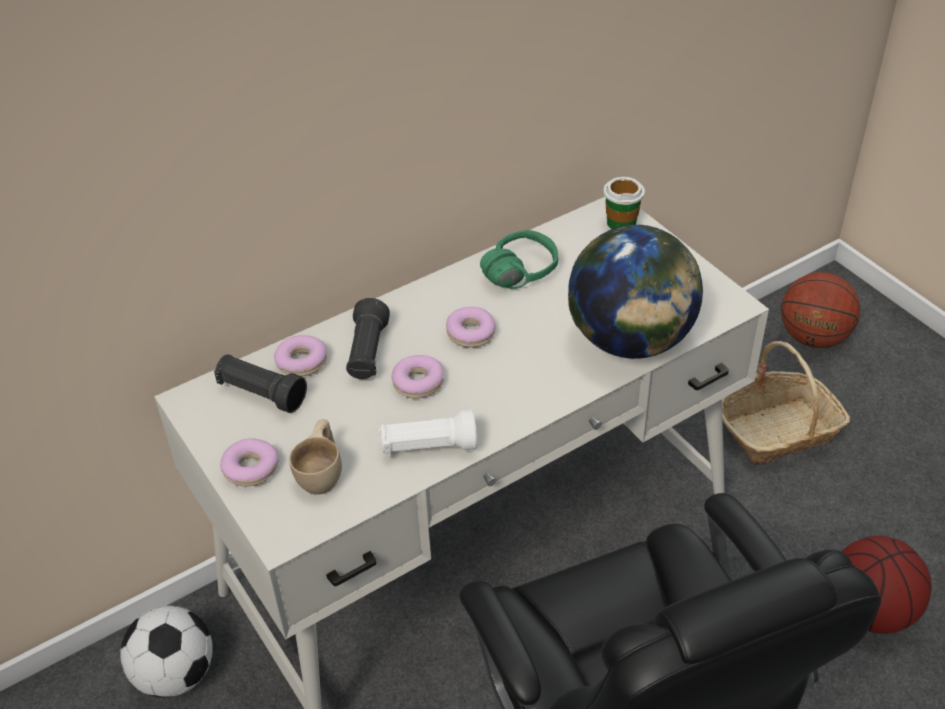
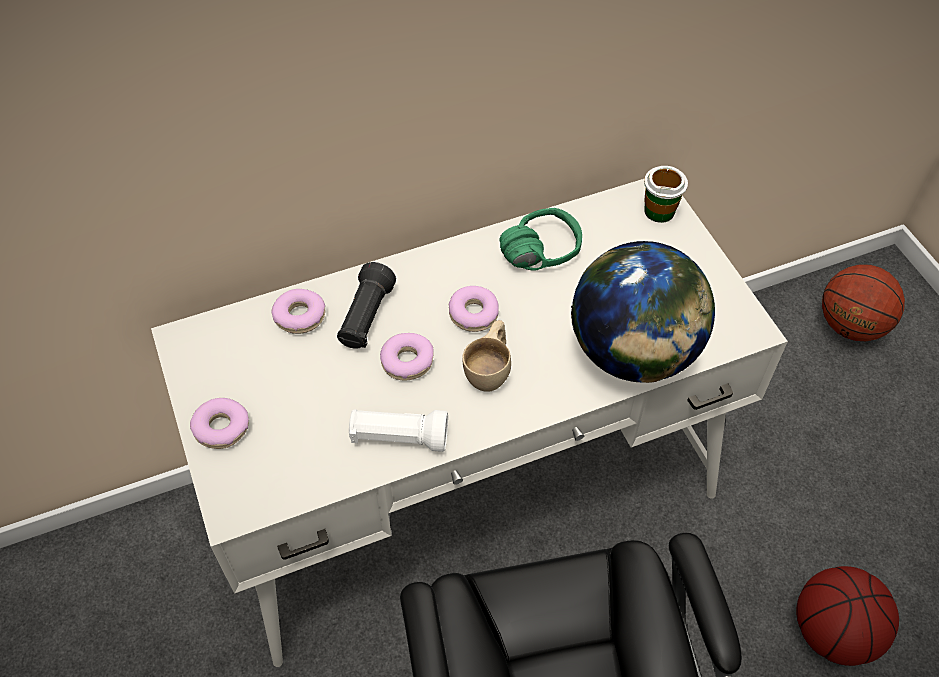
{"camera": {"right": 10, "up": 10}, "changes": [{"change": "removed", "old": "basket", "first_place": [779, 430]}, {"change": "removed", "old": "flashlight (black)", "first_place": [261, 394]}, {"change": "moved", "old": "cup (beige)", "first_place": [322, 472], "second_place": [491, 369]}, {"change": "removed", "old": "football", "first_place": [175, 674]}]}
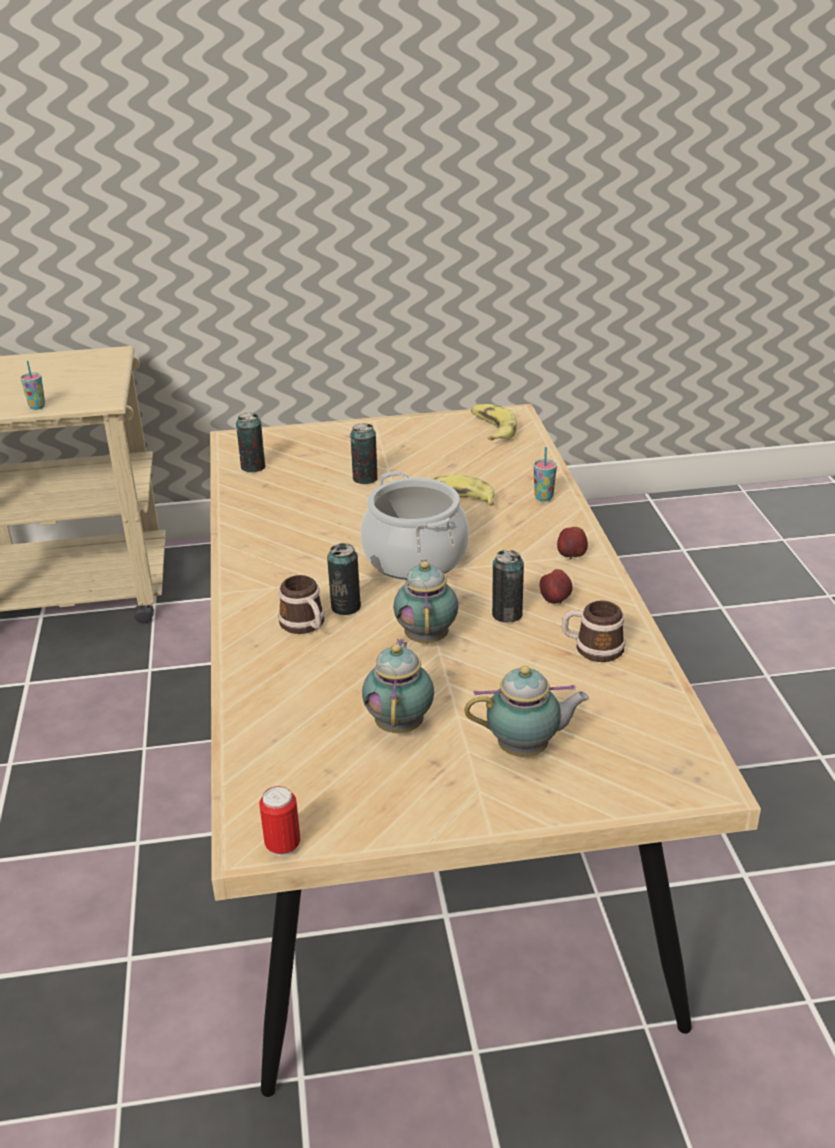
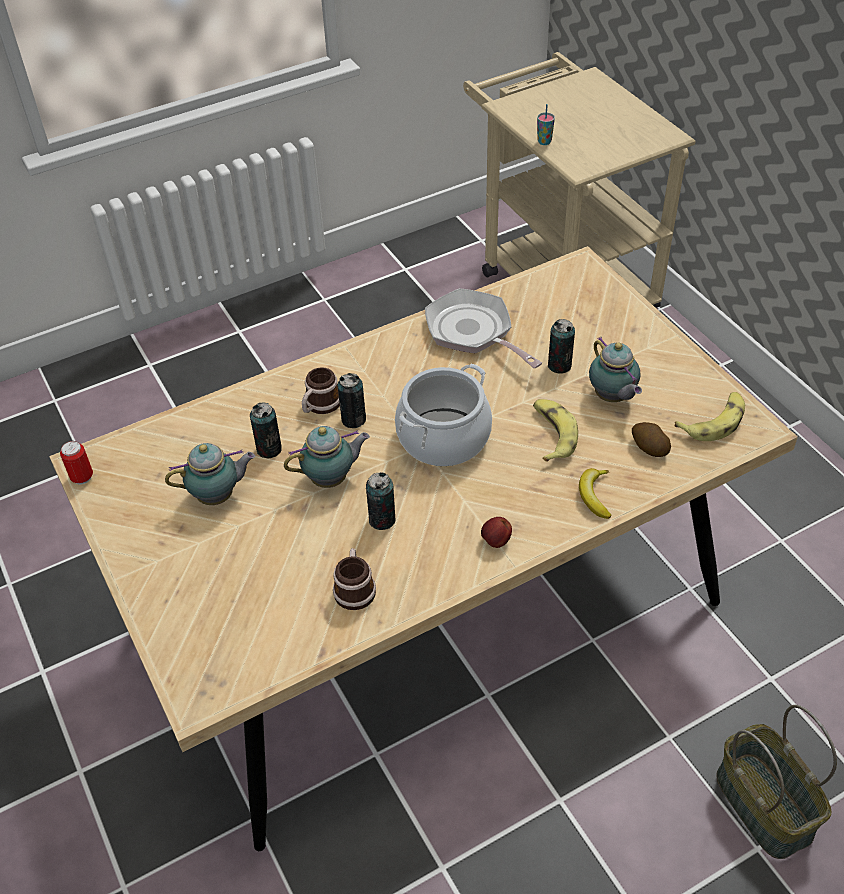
{"camera": {"right": 70, "up": 15}, "changes": [{"change": "moved", "old": "can", "first_place": [253, 467], "second_place": [269, 449]}, {"change": "replaced", "old": "cup", "new": "banana", "first_place": [543, 497], "second_place": [594, 496]}, {"change": "removed", "old": "apple", "first_place": [555, 601]}, {"change": "moved", "old": "teapot", "first_place": [526, 749], "second_place": [612, 397]}, {"change": "added", "new": "frying pan", "second_place": [473, 332]}, {"change": "added", "new": "potato", "second_place": [649, 448]}, {"change": "added", "new": "basket", "second_place": [765, 806]}]}
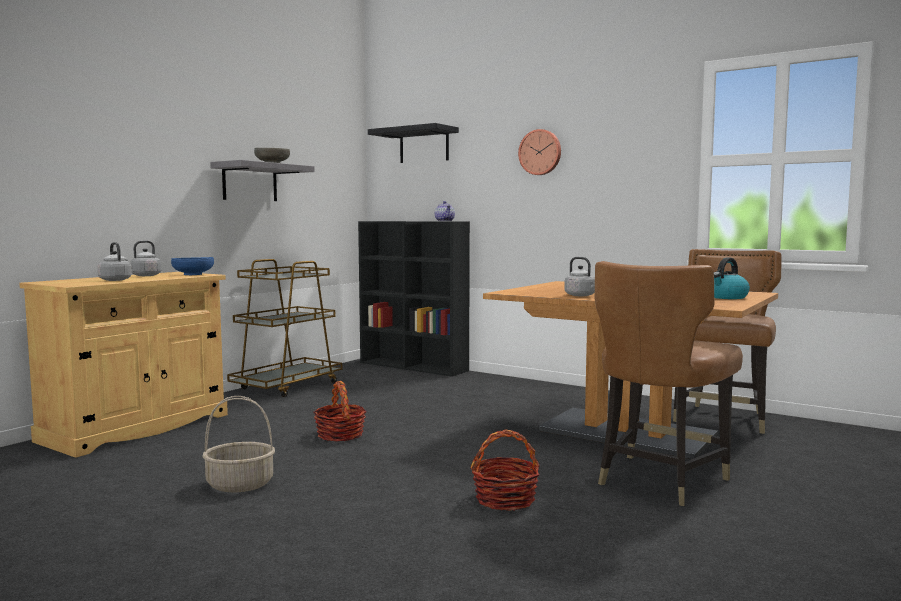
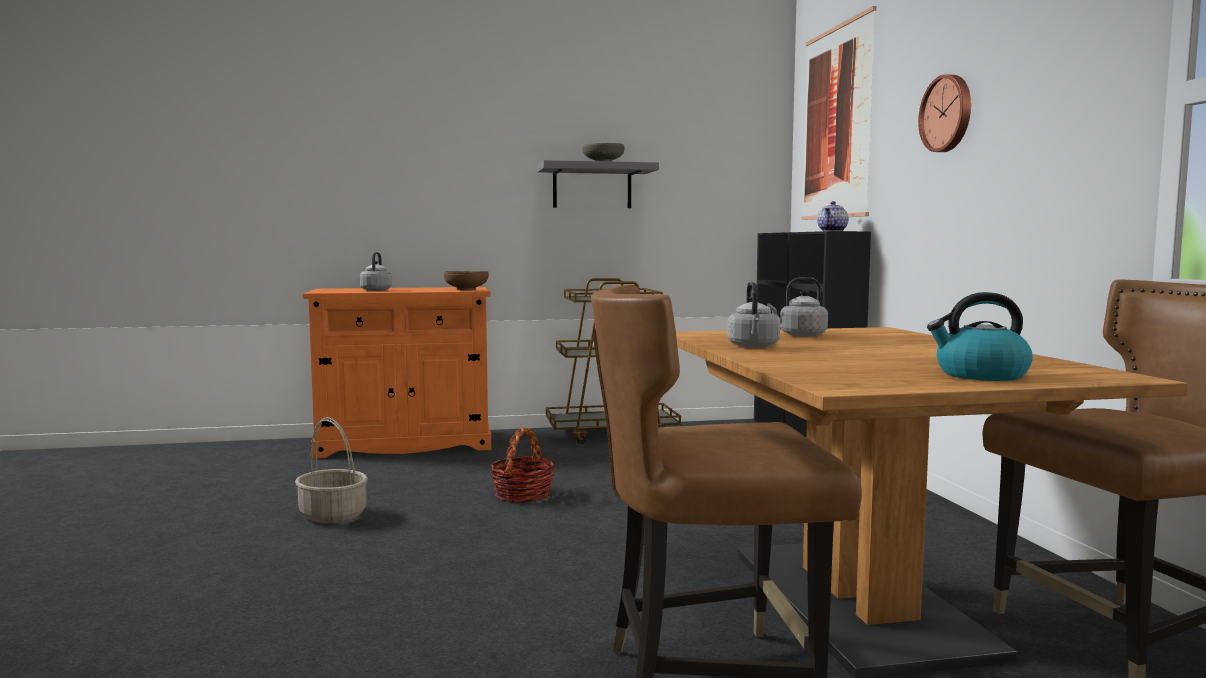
{"camera": {"right": 45, "up": 0}, "changes": [{"change": "replaced", "old": "shelf (black)", "new": "picture", "first_place": [424, 146], "second_place": [836, 122]}, {"change": "moved", "old": "kettle (grey)", "first_place": [144, 276], "second_place": [800, 335]}, {"change": "recoloured", "old": "bowl (blue)", "new": "bowl (brown)", "first_place": [193, 274], "second_place": [466, 289]}, {"change": "recoloured", "old": "cabinet (beige)", "new": "cabinet (orange)", "first_place": [136, 428], "second_place": [404, 444]}, {"change": "removed", "old": "basket", "first_place": [505, 499]}]}
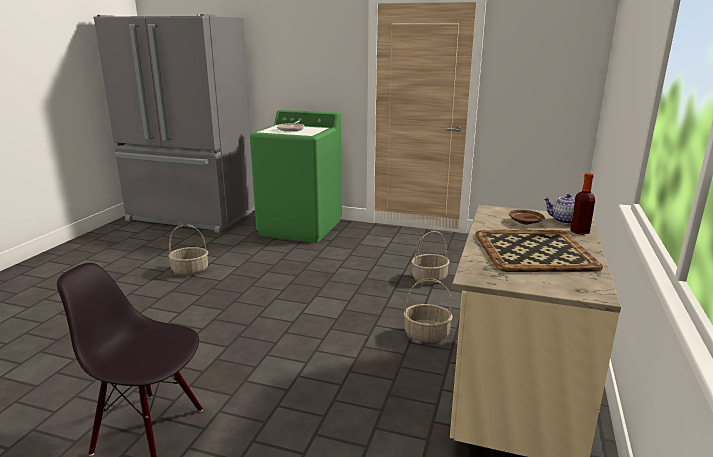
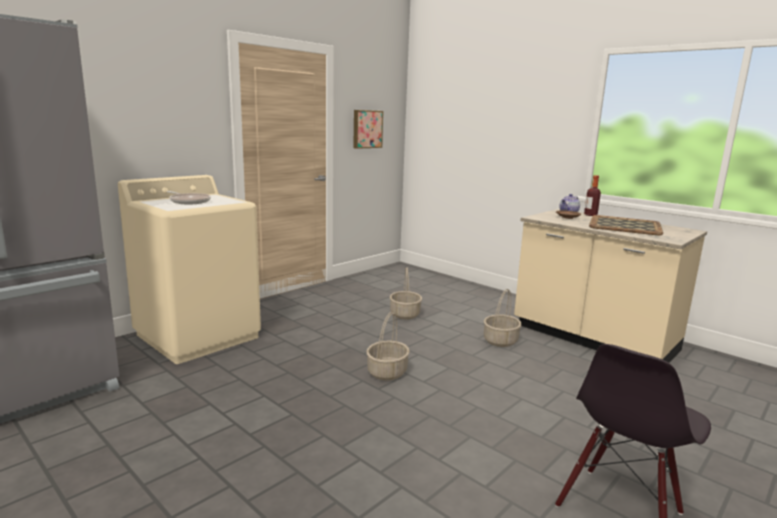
{"camera": {"right": -65, "up": -5}, "changes": [{"change": "recoloured", "old": "washing machine (green)", "new": "washing machine (beige)", "first_place": [301, 228], "second_place": [198, 336]}, {"change": "moved", "old": "basket", "first_place": [190, 270], "second_place": [387, 372]}, {"change": "added", "new": "picture", "second_place": [366, 129]}]}
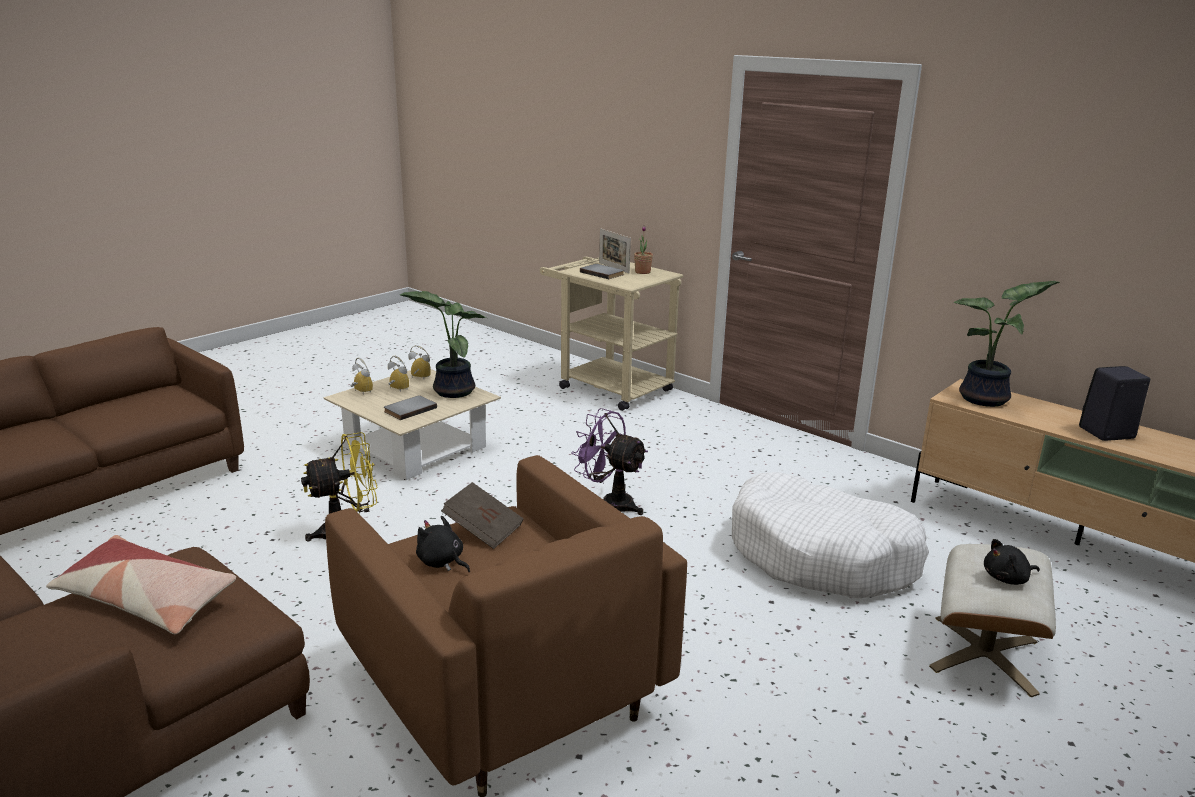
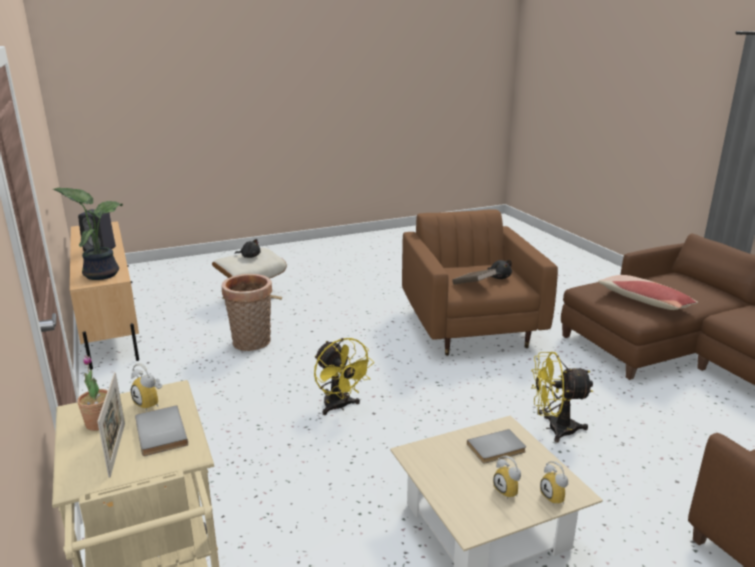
{"camera": {"right": -155, "up": 0}, "changes": [{"change": "removed", "old": "potted plant", "first_place": [452, 391]}, {"change": "moved", "old": "alarm clock", "first_place": [418, 378], "second_place": [151, 404]}, {"change": "recoloured", "old": "fan (purple)", "new": "fan (yellow)", "first_place": [610, 503], "second_place": [340, 407]}, {"change": "replaced", "old": "dog bed (white)", "new": "basket", "first_place": [822, 556], "second_place": [251, 344]}]}
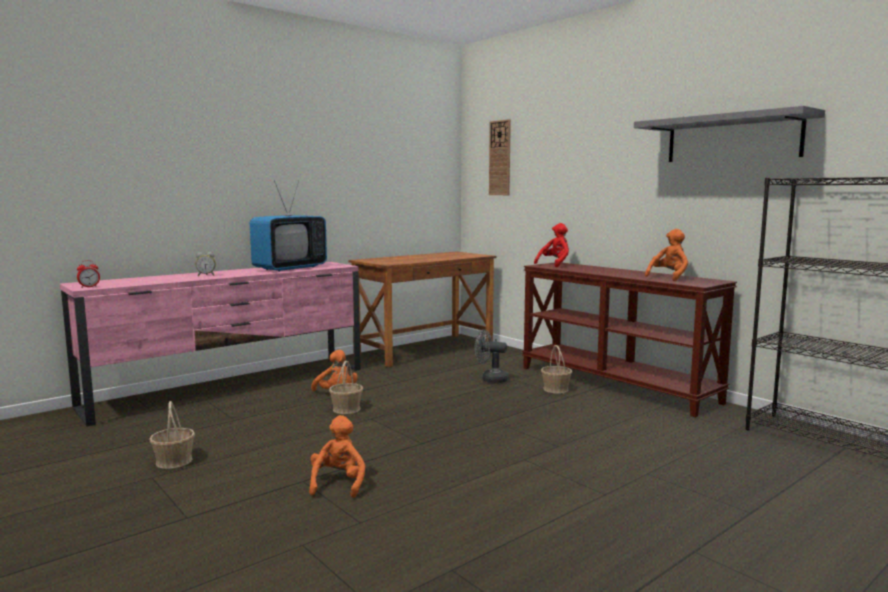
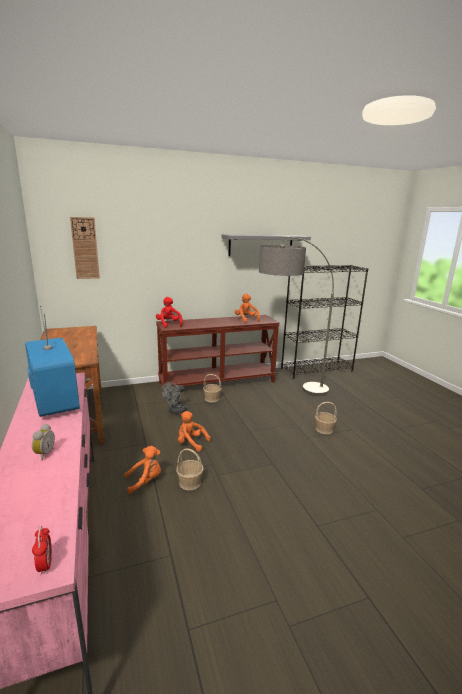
{"camera": {"right": -70, "up": 10}, "changes": [{"change": "moved", "old": "basket", "first_place": [174, 461], "second_place": [324, 429]}, {"change": "moved", "old": "plush toy (orange)", "first_place": [338, 483], "second_place": [191, 443]}, {"change": "added", "new": "floor lamp", "second_place": [286, 393]}]}
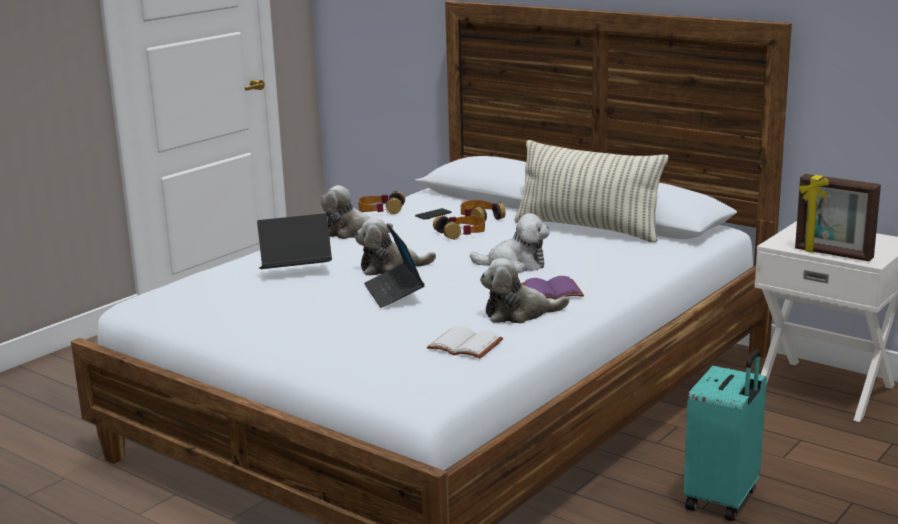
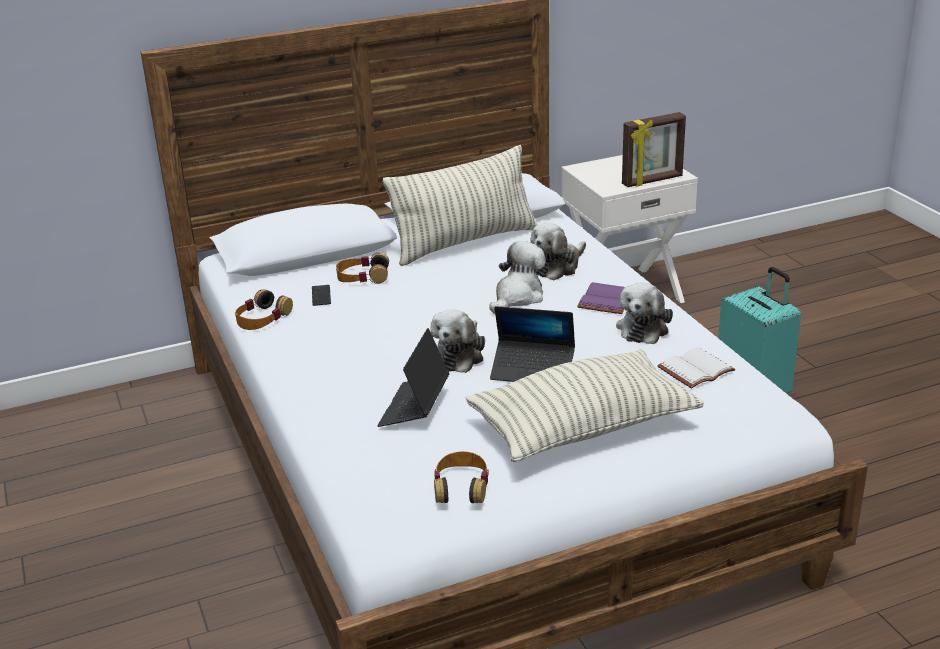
{"camera": {"right": -60, "up": 10}, "changes": [{"change": "moved", "old": "plush toy", "first_place": [352, 233], "second_place": [558, 266]}, {"change": "moved", "old": "headphones", "first_place": [461, 233], "second_place": [461, 486]}, {"change": "added", "new": "pillow", "second_place": [583, 428]}]}
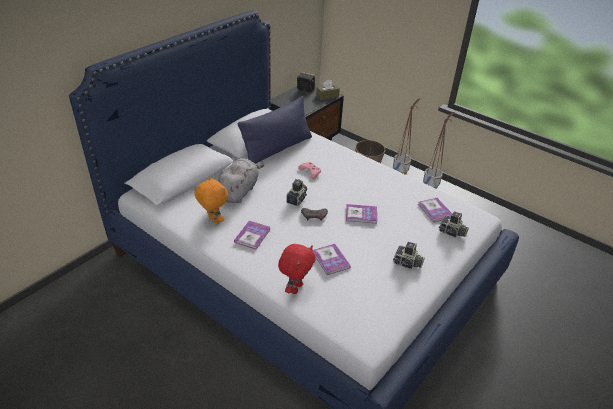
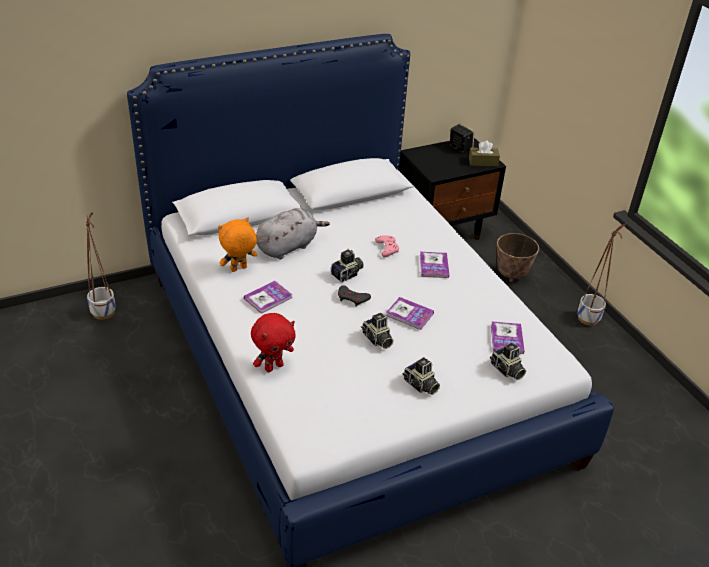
{"camera": {"right": 25, "up": 0}, "changes": [{"change": "removed", "old": "pillow (blue)", "first_place": [277, 149]}, {"change": "moved", "old": "planter", "first_place": [400, 170], "second_place": [104, 312]}, {"change": "turned", "old": "plush toy (orange)", "first_place": [213, 220], "second_place": [238, 269], "degrees": -105}, {"change": "moved", "old": "book", "first_place": [330, 260], "second_place": [434, 266]}, {"change": "added", "new": "photo camera", "second_place": [377, 340]}]}
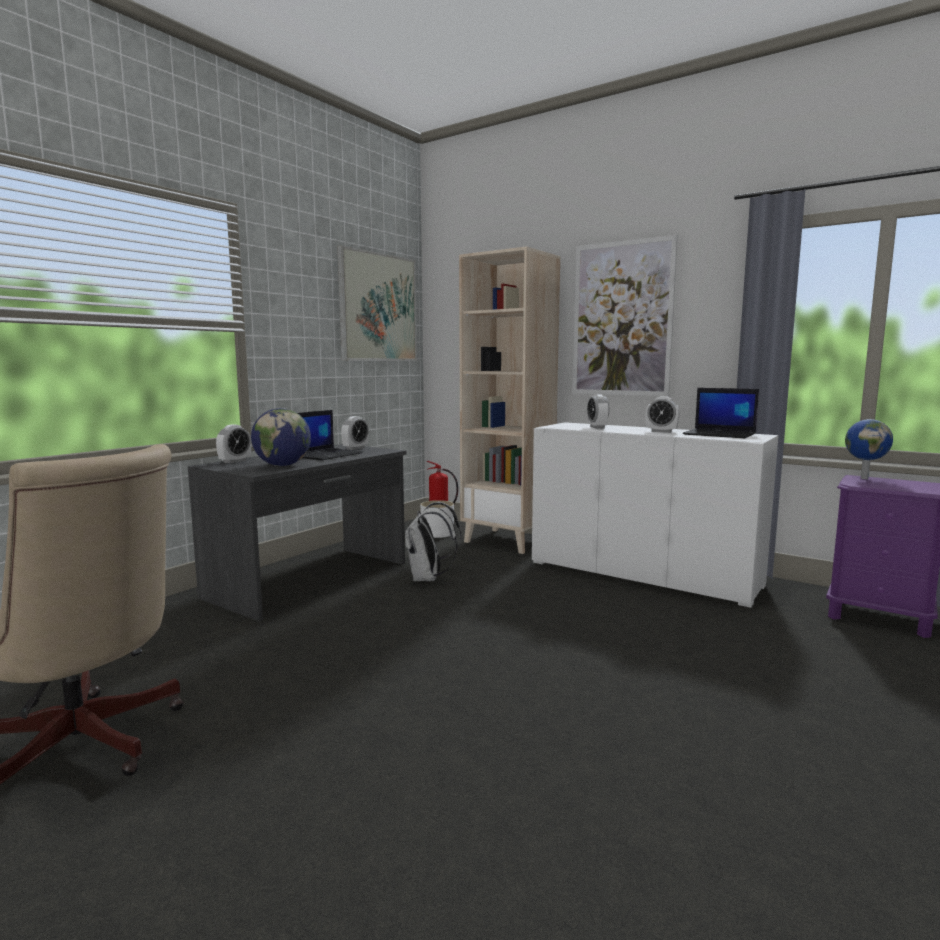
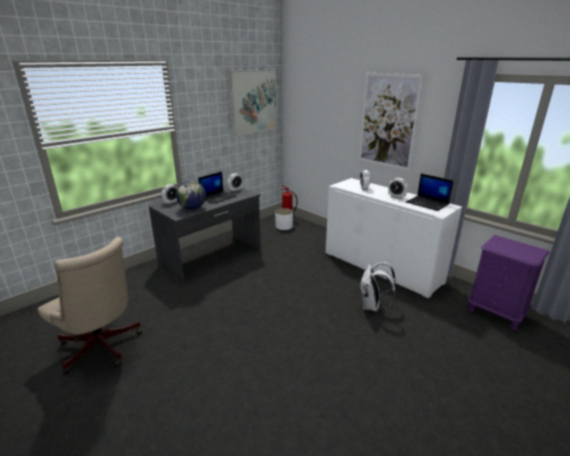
{"camera": {"right": 10, "up": 15}, "changes": [{"change": "removed", "old": "bookcase (beige)", "first_place": [508, 541]}, {"change": "removed", "old": "globe", "first_place": [864, 478]}, {"change": "moved", "old": "backpack (white)", "first_place": [428, 578], "second_place": [372, 306]}]}
